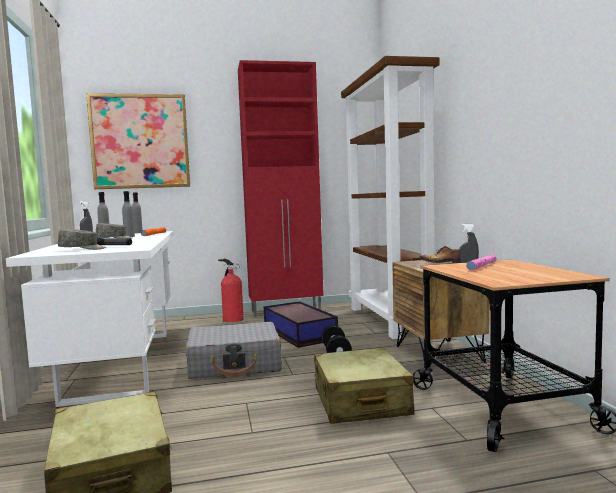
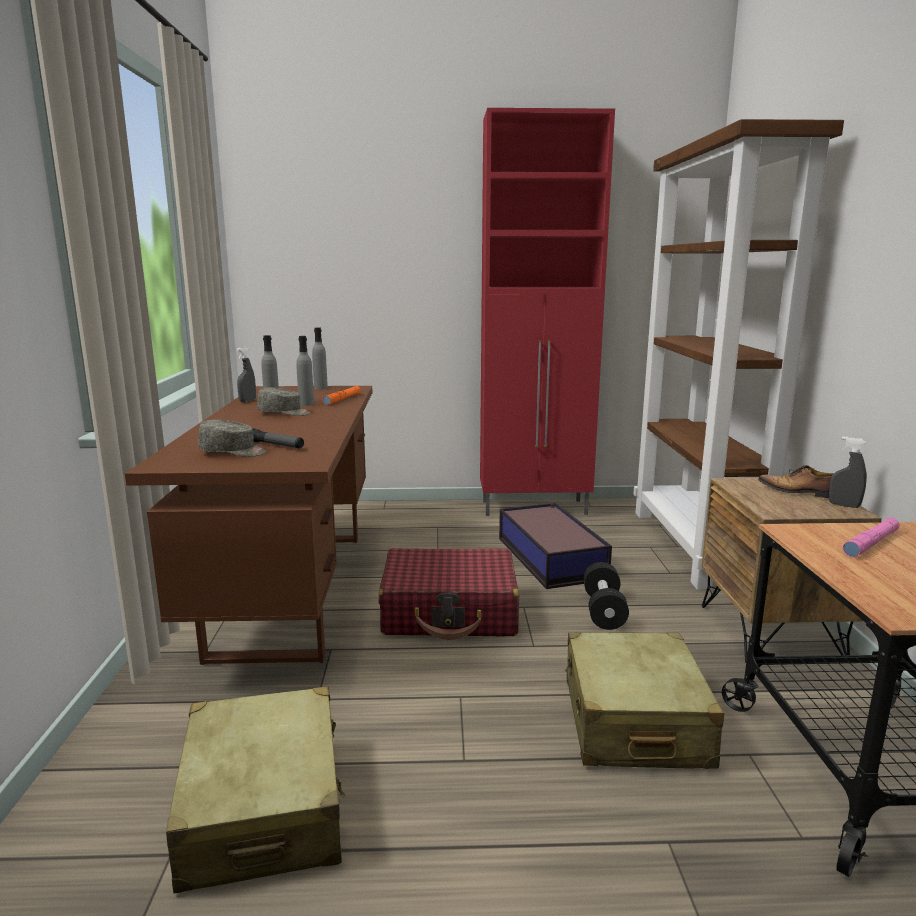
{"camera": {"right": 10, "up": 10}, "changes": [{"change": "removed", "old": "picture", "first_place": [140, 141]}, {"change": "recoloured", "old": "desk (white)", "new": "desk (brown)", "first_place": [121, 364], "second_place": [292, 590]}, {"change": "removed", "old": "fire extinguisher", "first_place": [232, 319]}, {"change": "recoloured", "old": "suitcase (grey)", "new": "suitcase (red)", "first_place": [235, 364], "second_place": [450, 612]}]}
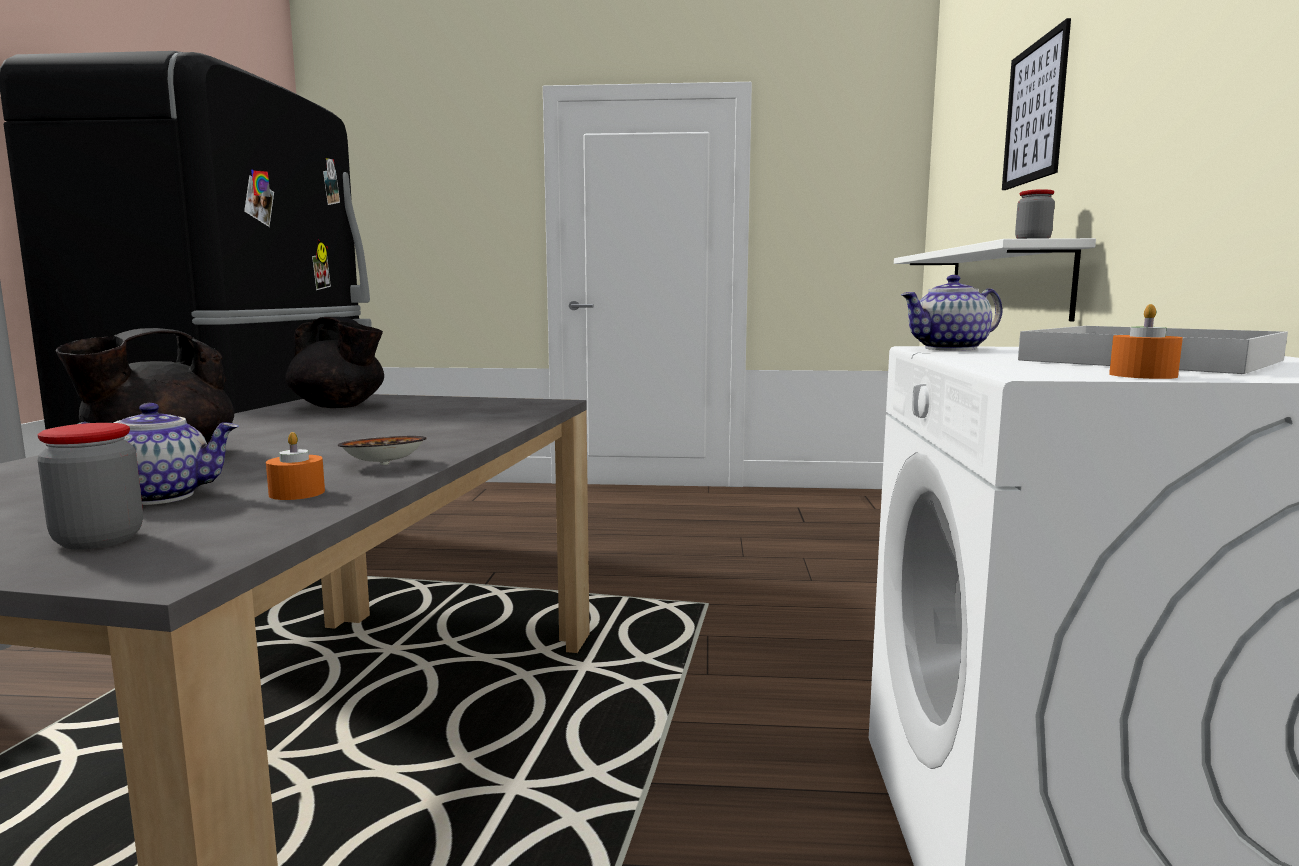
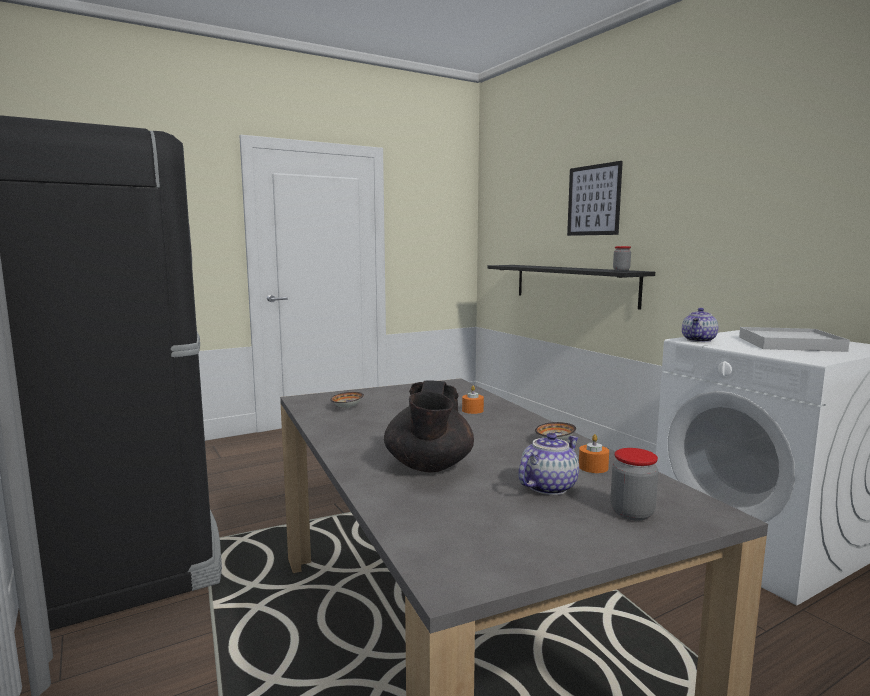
{"camera": {"right": -35, "up": 0}, "changes": [{"change": "recoloured", "old": "shelf (white)", "new": "shelf (black)", "first_place": [1004, 283], "second_place": [573, 284]}, {"change": "moved", "old": "candle (orange)", "first_place": [1142, 375], "second_place": [472, 410]}, {"change": "replaced", "old": "teapot (black)", "new": "bowl", "first_place": [339, 406], "second_place": [347, 408]}]}
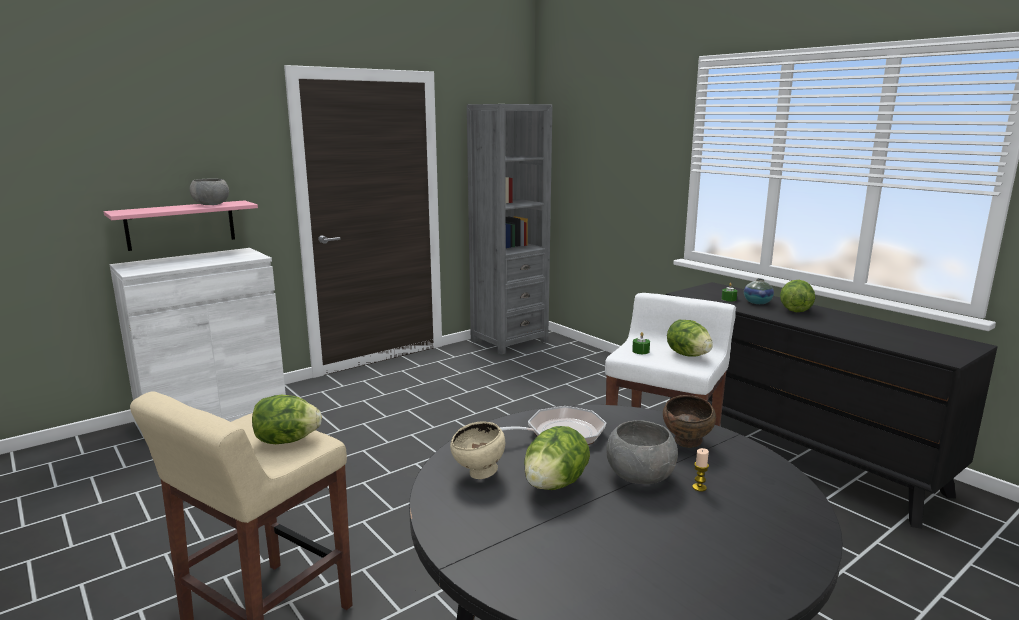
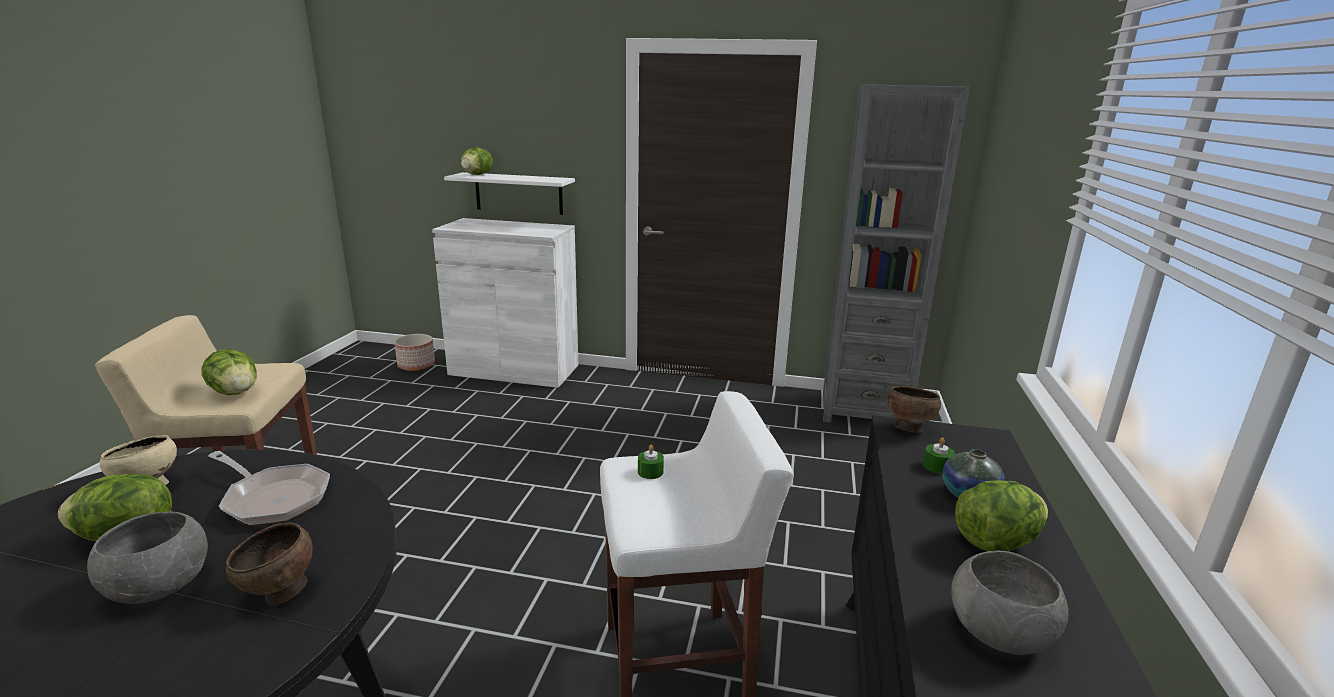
{"camera": {"right": 50, "up": 5}, "changes": [{"change": "moved", "old": "bowl (grey)", "first_place": [211, 204], "second_place": [998, 631]}, {"change": "recoloured", "old": "shelf (pink)", "new": "shelf (white)", "first_place": [181, 225], "second_place": [518, 193]}, {"change": "moved", "old": "lettuce", "first_place": [688, 355], "second_place": [477, 175]}, {"change": "removed", "old": "candle", "first_place": [699, 487]}, {"change": "added", "new": "planter", "second_place": [416, 365]}, {"change": "added", "new": "bowl (brown)", "second_place": [907, 429]}]}
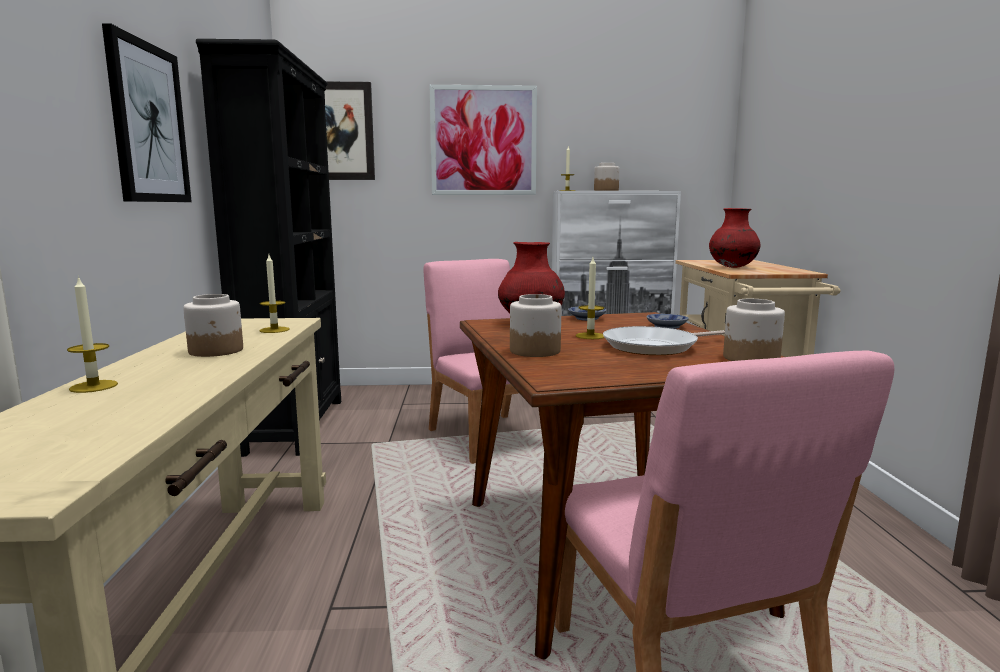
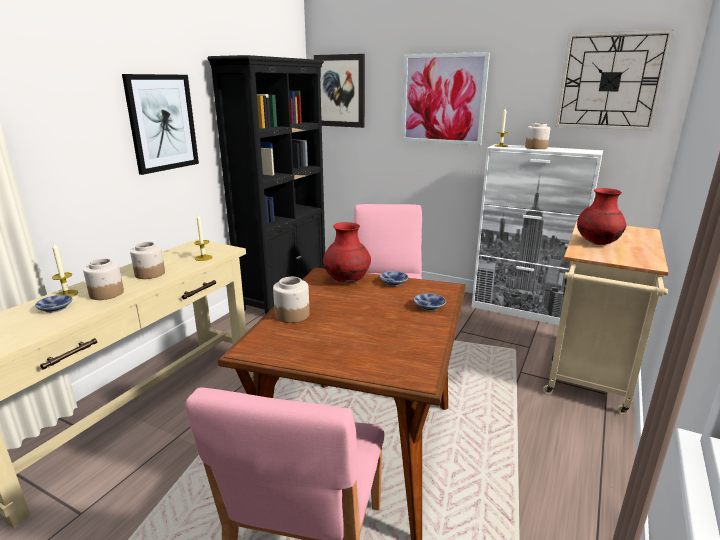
{"camera": {"right": 30, "up": 10}, "changes": [{"change": "removed", "old": "candle", "first_place": [590, 336]}, {"change": "moved", "old": "jar", "first_place": [750, 358], "second_place": [106, 293]}, {"change": "removed", "old": "frying pan", "first_place": [655, 347]}, {"change": "added", "new": "wall clock", "second_place": [610, 81]}, {"change": "added", "new": "bowl", "second_place": [56, 309]}]}
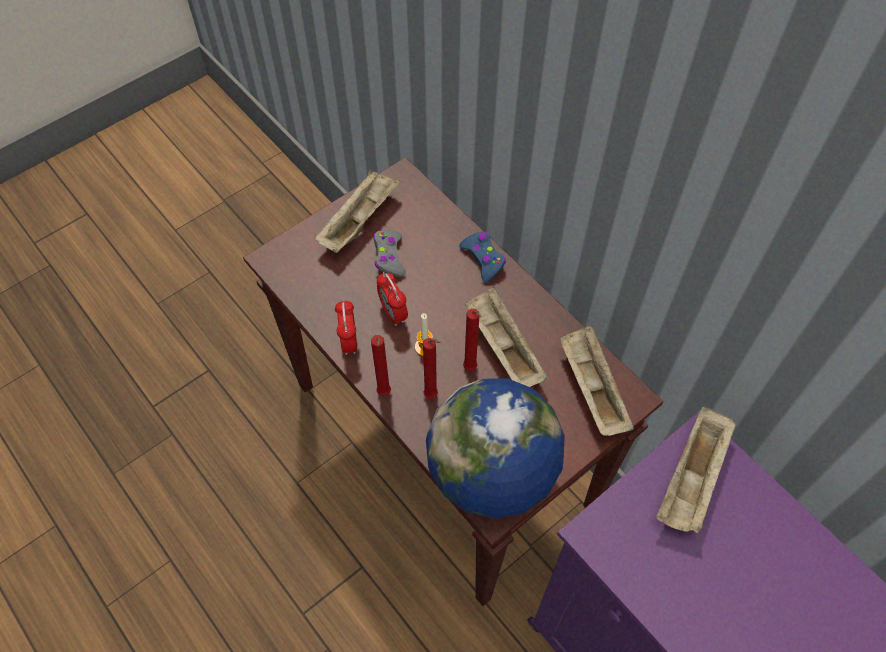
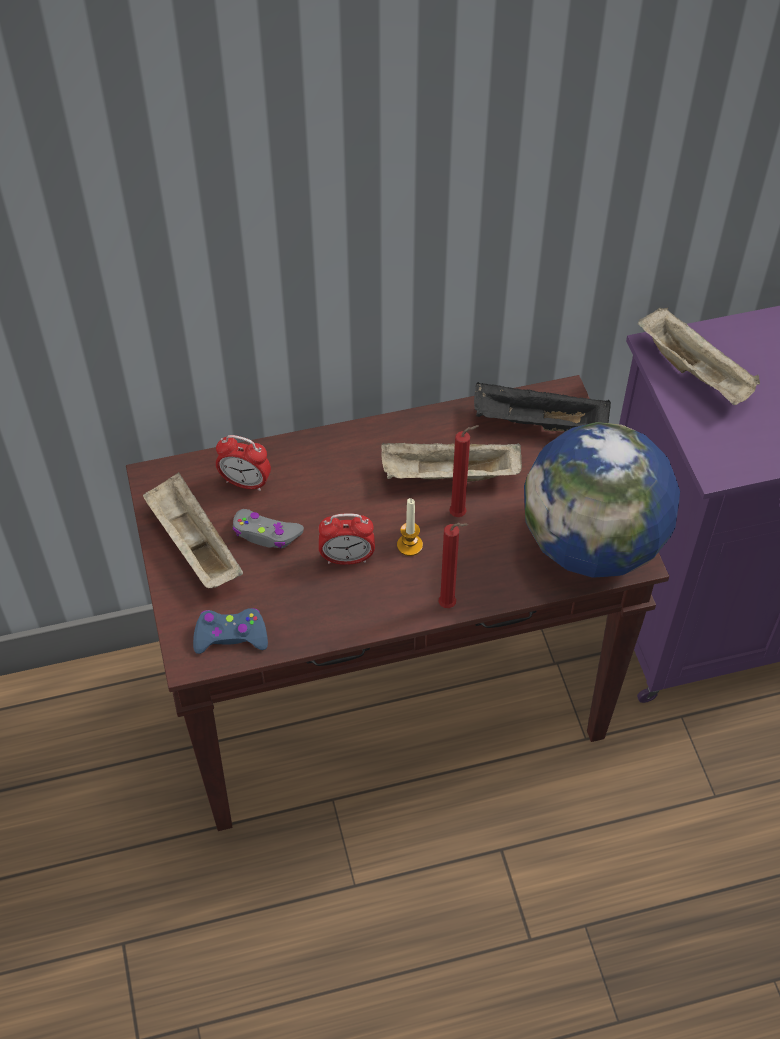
{"camera": {"right": -65, "up": -5}, "changes": [{"change": "moved", "old": "game controller (blue)", "first_place": [483, 259], "second_place": [231, 636]}, {"change": "moved", "old": "alarm clock", "first_place": [349, 341], "second_place": [245, 482]}, {"change": "recoloured", "old": "tray (beige)", "new": "tray (black)", "first_place": [591, 388], "second_place": [537, 423]}, {"change": "removed", "old": "candle (red)", "first_place": [432, 396]}]}
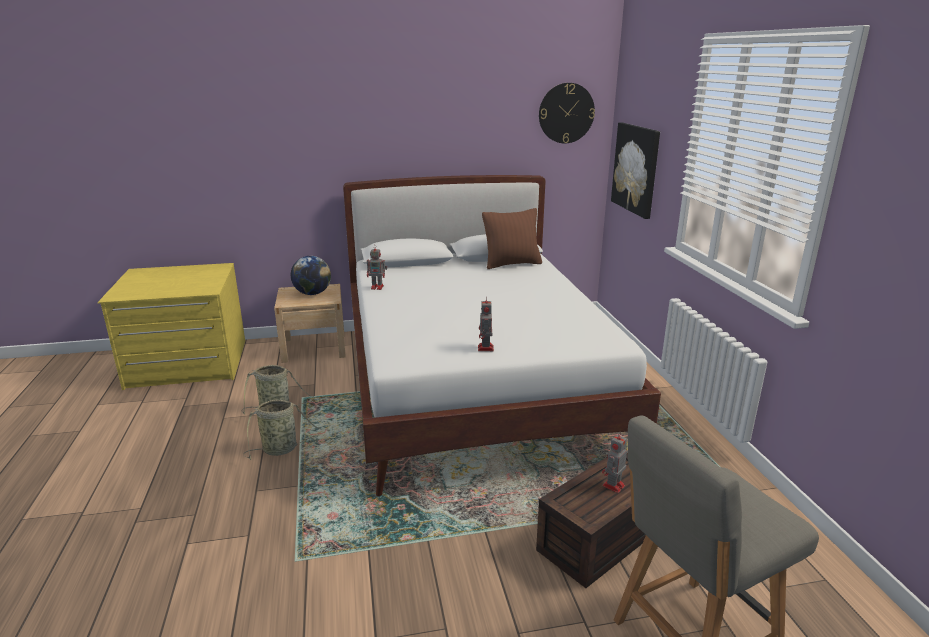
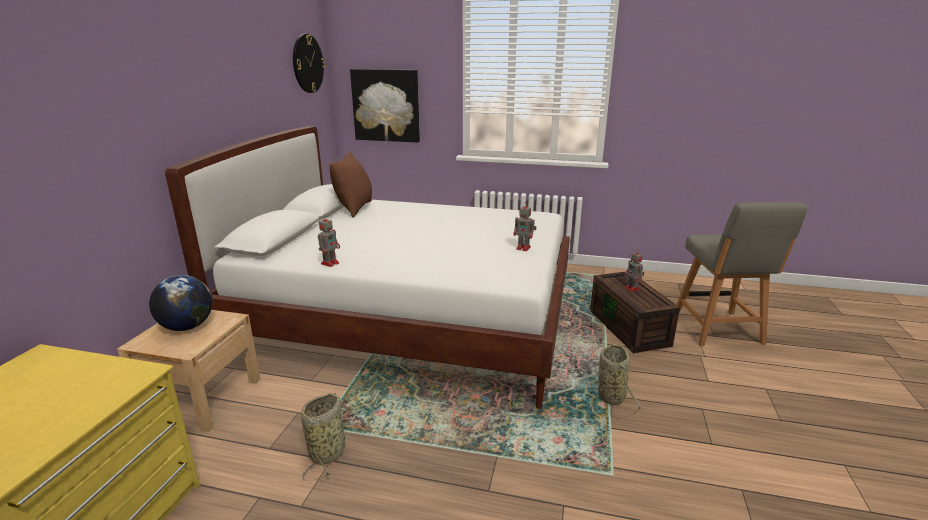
{"camera": {"right": -65, "up": 0}, "changes": [{"change": "moved", "old": "basket", "first_place": [282, 449], "second_place": [610, 395]}]}
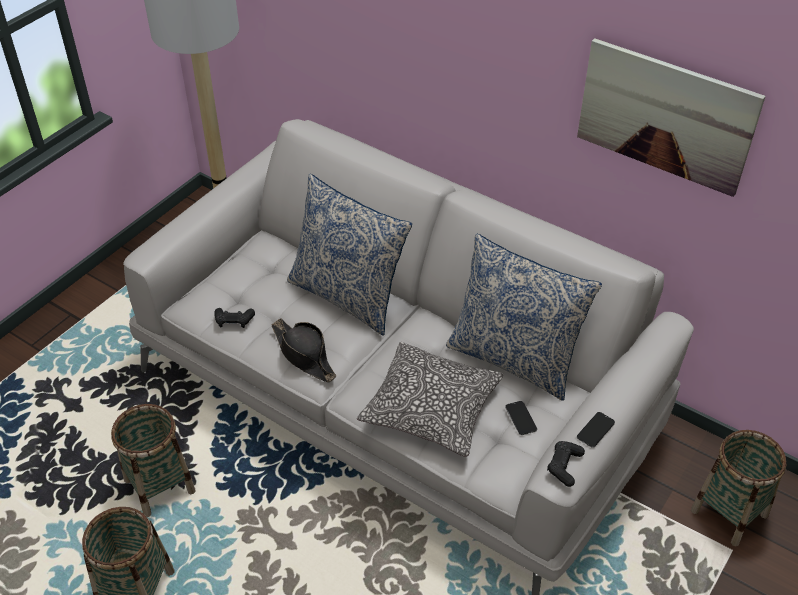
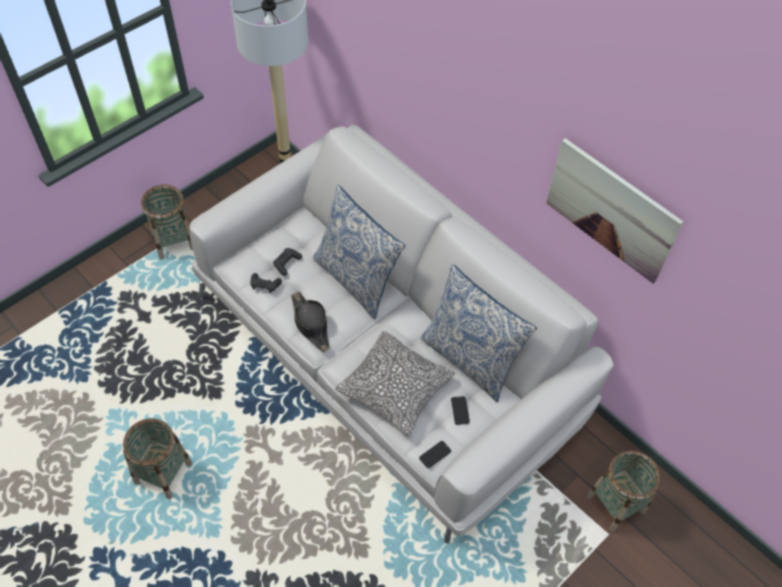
{"camera": {"right": 10, "up": 10}, "changes": [{"change": "moved", "old": "basket", "first_place": [159, 486], "second_place": [173, 241]}, {"change": "moved", "old": "phone", "first_place": [595, 430], "second_place": [435, 455]}, {"change": "moved", "old": "game controller (black)", "first_place": [564, 466], "second_place": [287, 263]}]}
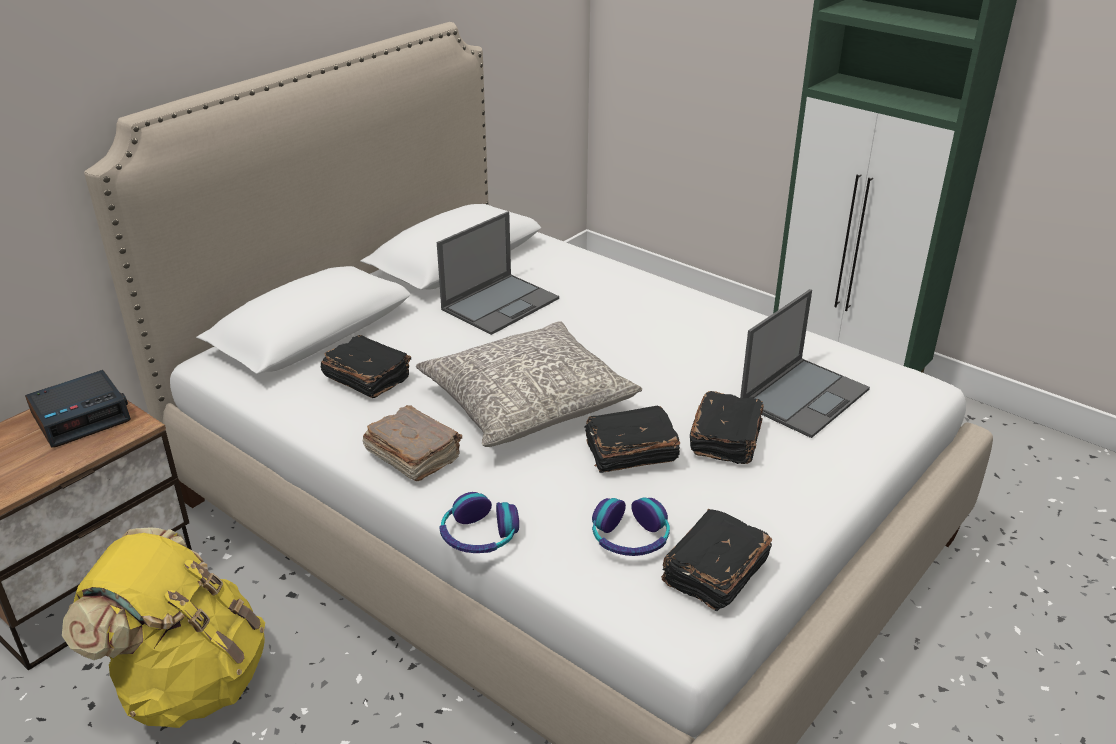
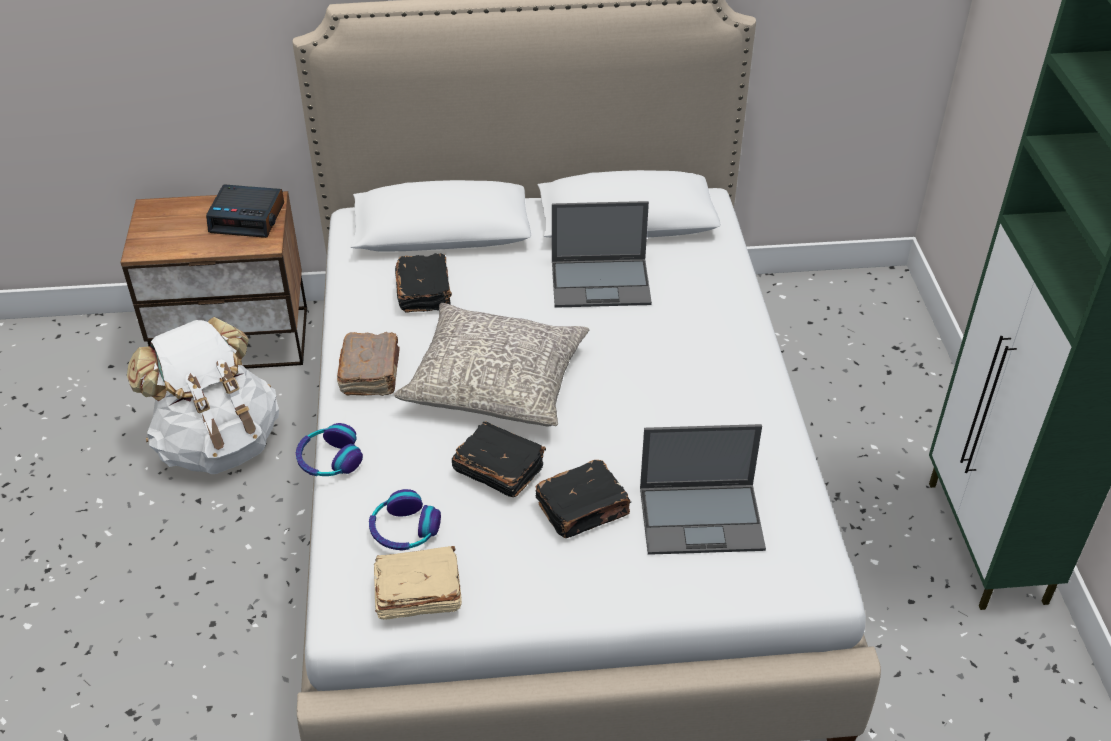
{"camera": {"right": 45, "up": 10}, "changes": [{"change": "recoloured", "old": "book (black)", "new": "book (beige)", "first_place": [713, 573], "second_place": [417, 594]}, {"change": "recoloured", "old": "backpack (yellow)", "new": "backpack (white)", "first_place": [189, 681], "second_place": [218, 442]}]}
